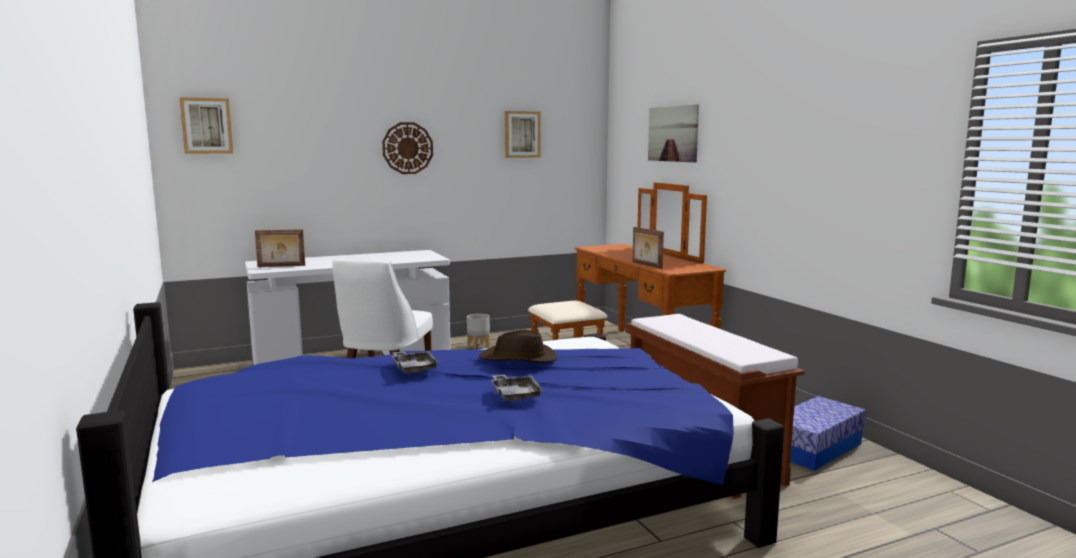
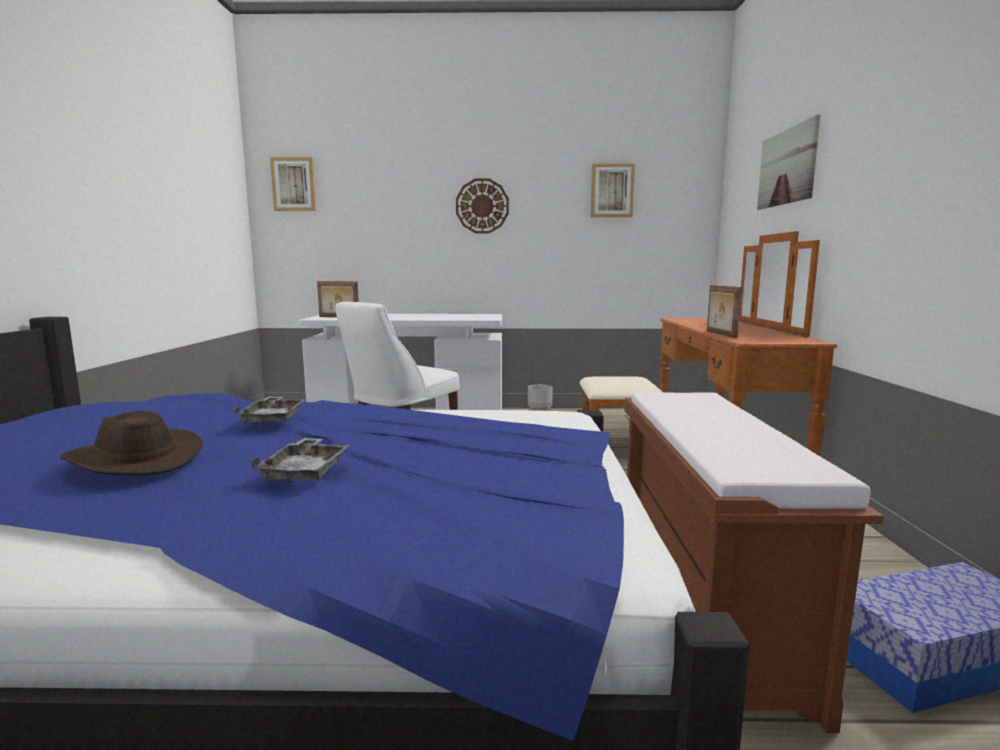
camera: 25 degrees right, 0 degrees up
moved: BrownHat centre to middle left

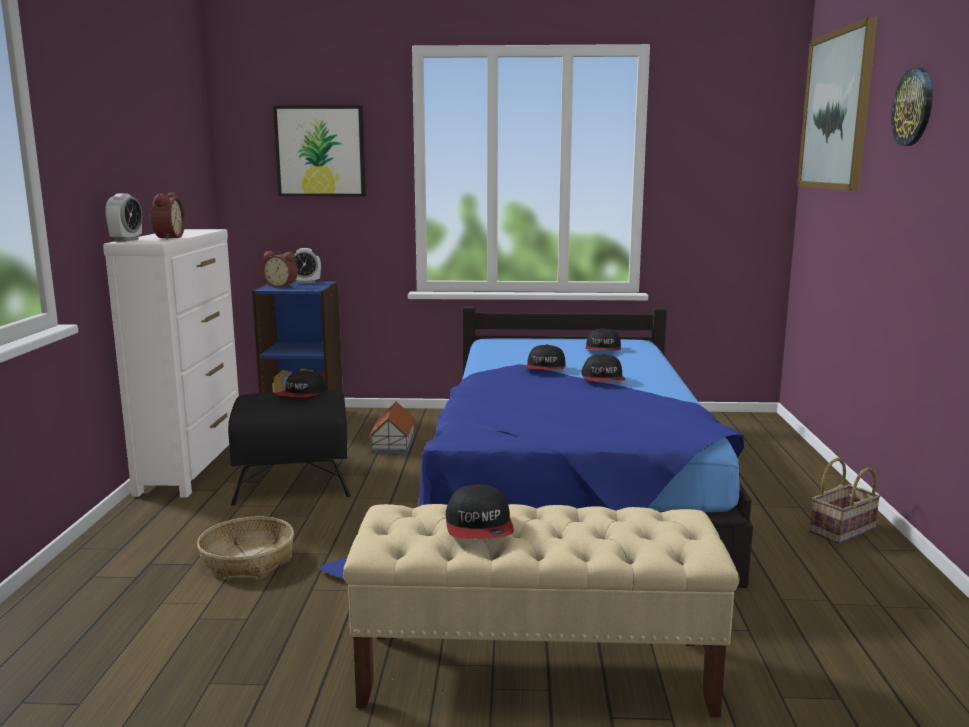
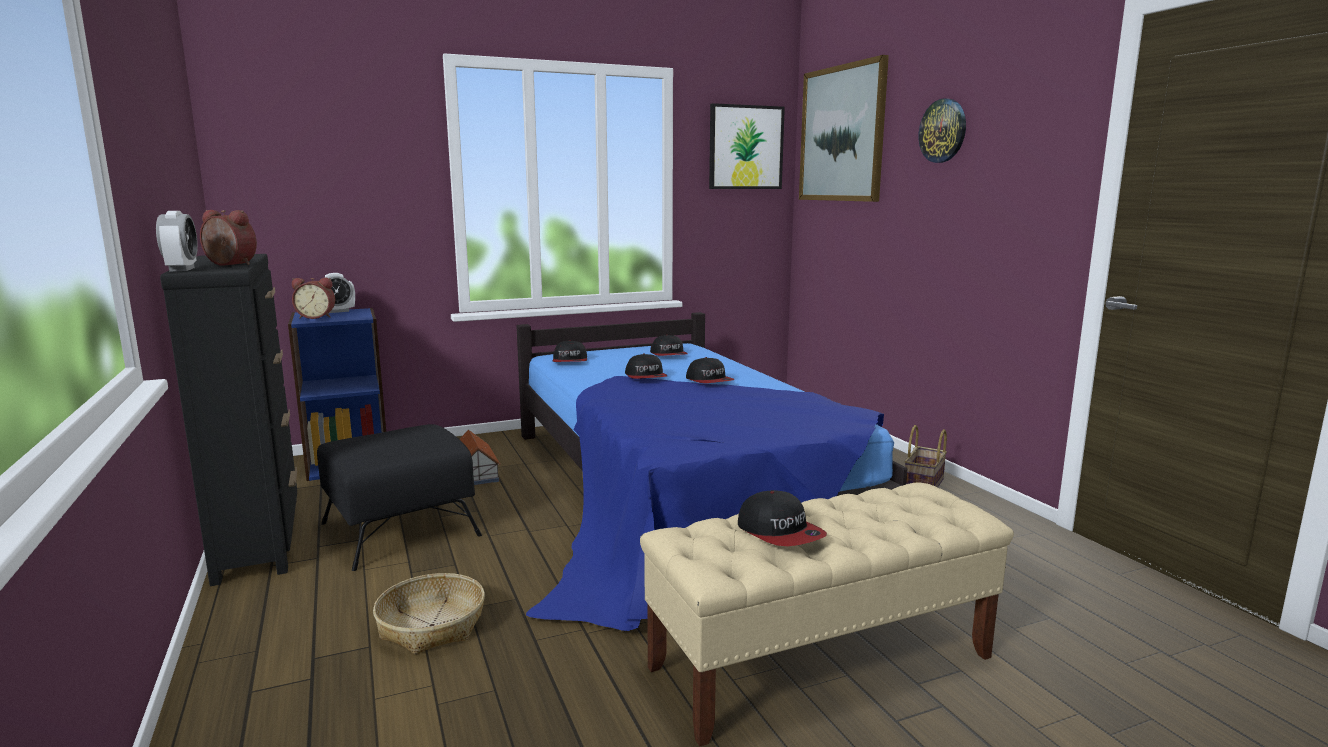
camera: 25 degrees left, 0 degrees up
moved: Cap (1st from left) middle left to centre; Picture (1st from left) top left to top centre
recoloured: WhiteDresser middle left to BlackDresser middle left
turned: AlarmClock (2nd from left) top left = top left 45 degrees counterclockwise

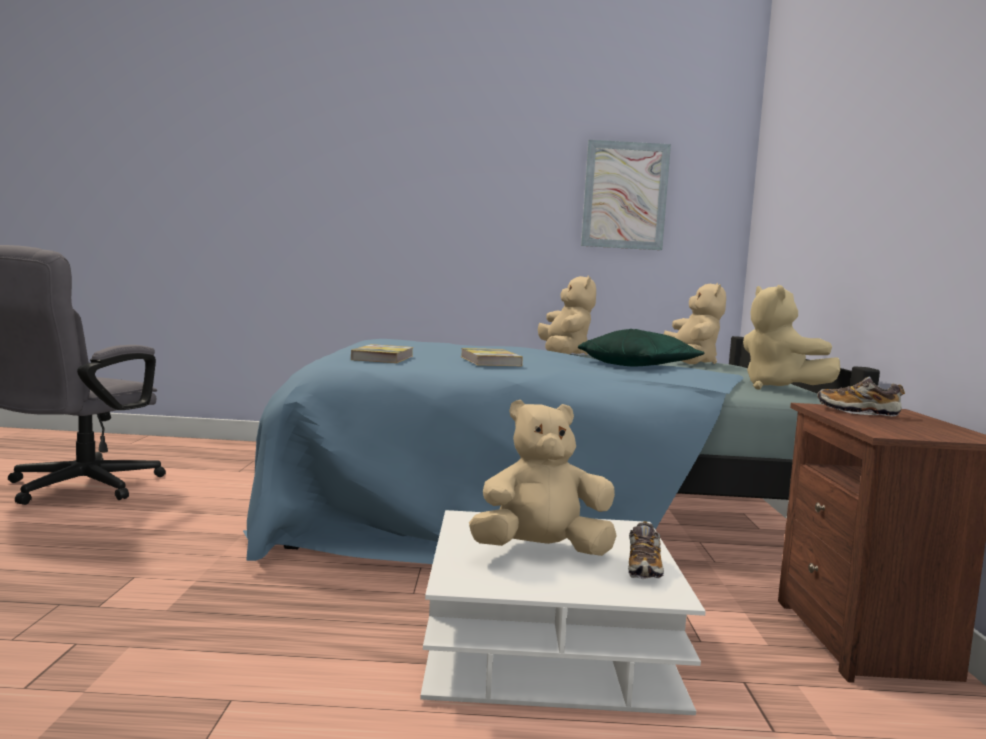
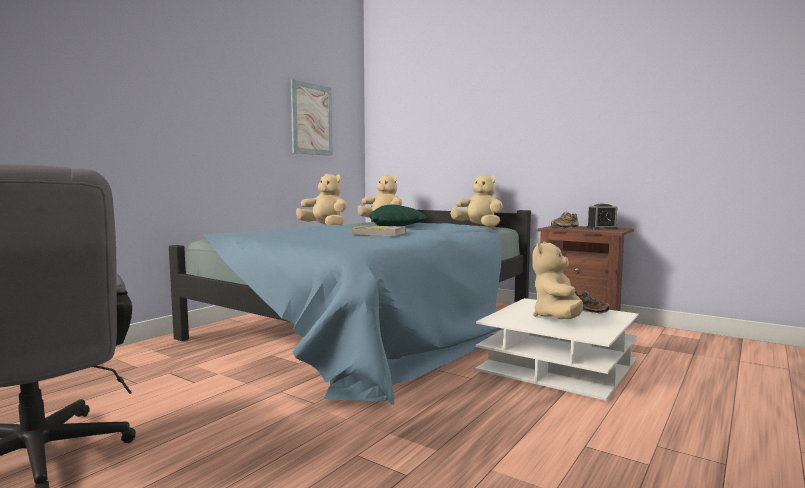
camera: 55 degrees left, 0 degrees up
removed: Book (1st from left) centre
added: AlarmClock middle right
turned: BeigePlushToy (4th from left in the first image) middle right = centre 150 degrees counterclockwise

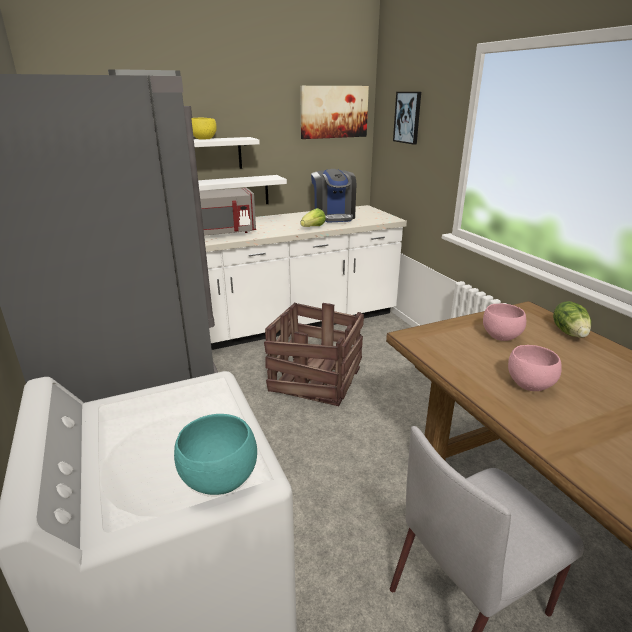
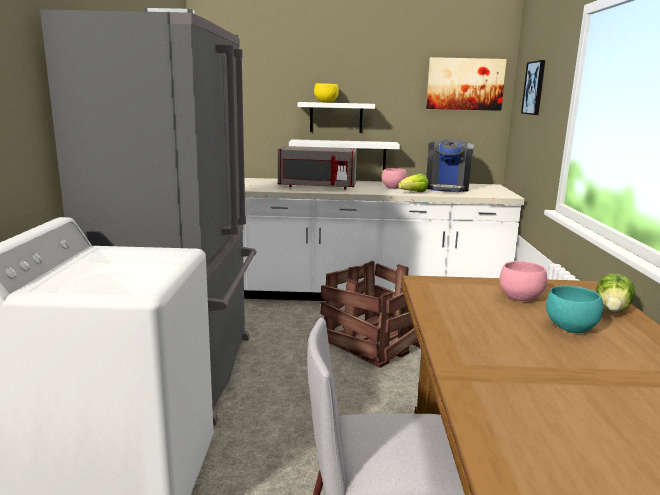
camera: 25 degrees right, 10 degrees down
moved: PinkBowl (2nd from left in the first image) middle right to PinkBowl (1st from left) centre; TurquoiseBowl bottom centre to middle right

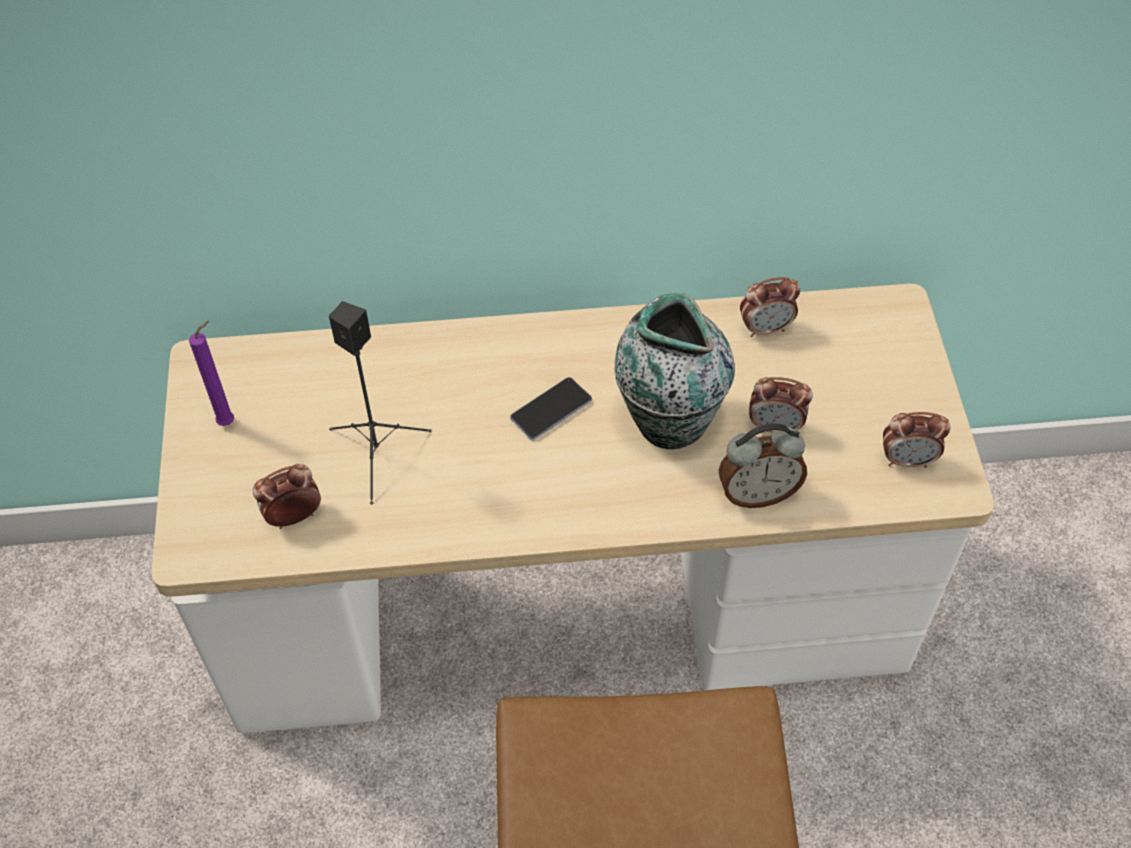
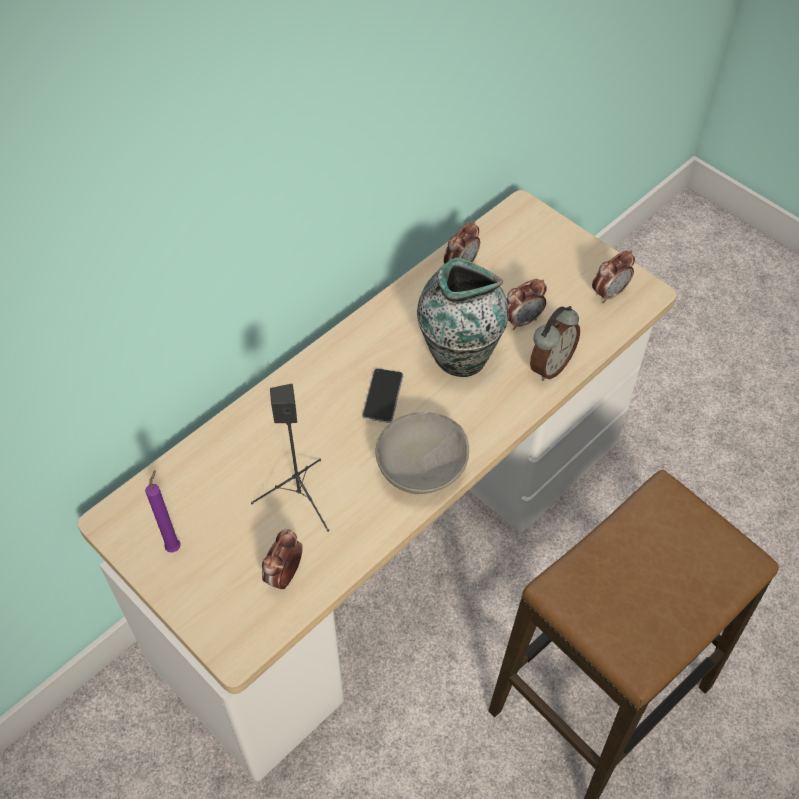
camera: 40 degrees left, 0 degrees up
added: GreyBowl centre

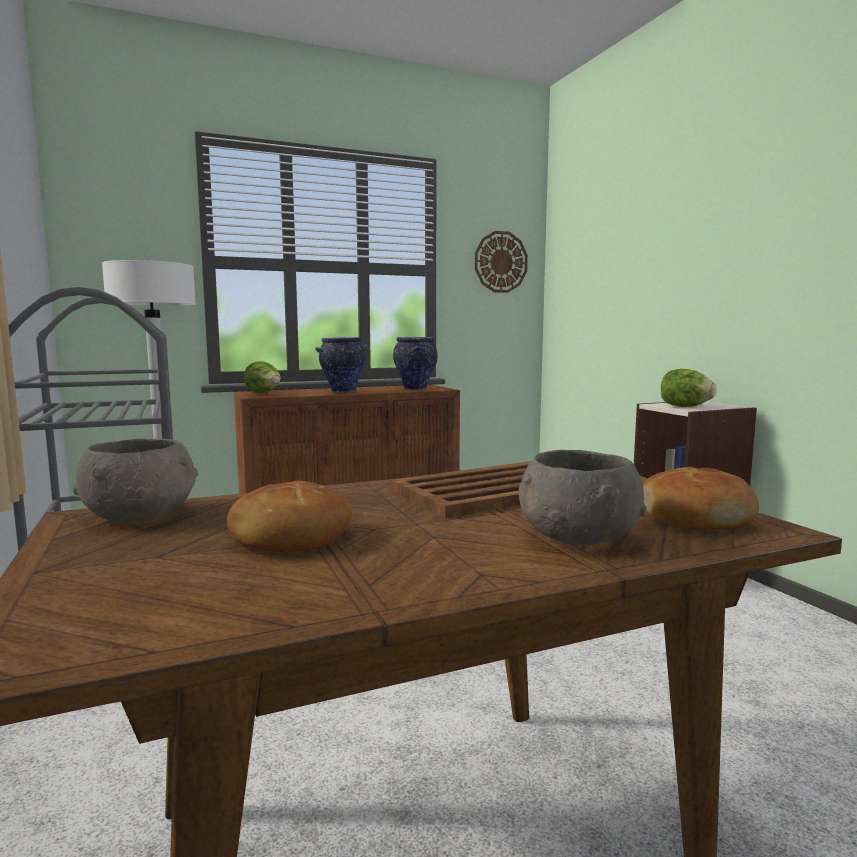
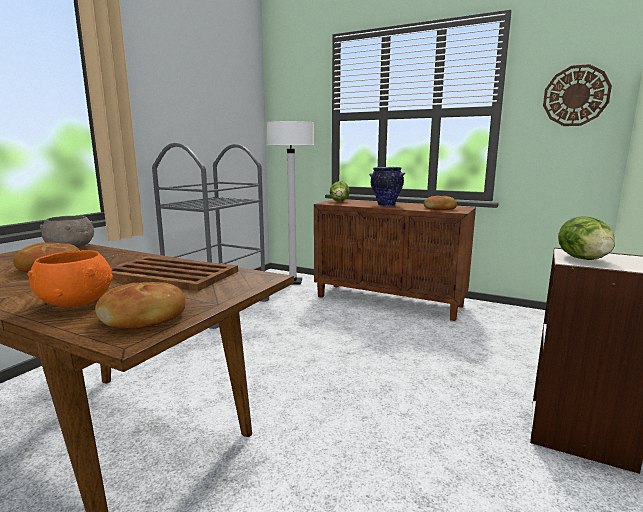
camera: 50 degrees right, 5 degrees up
replaced: Vase (2nd from left) centre to Bread (3rd from left) middle right
recoloured: GreyBowl (2nd from left) middle right to OrangeBowl middle left

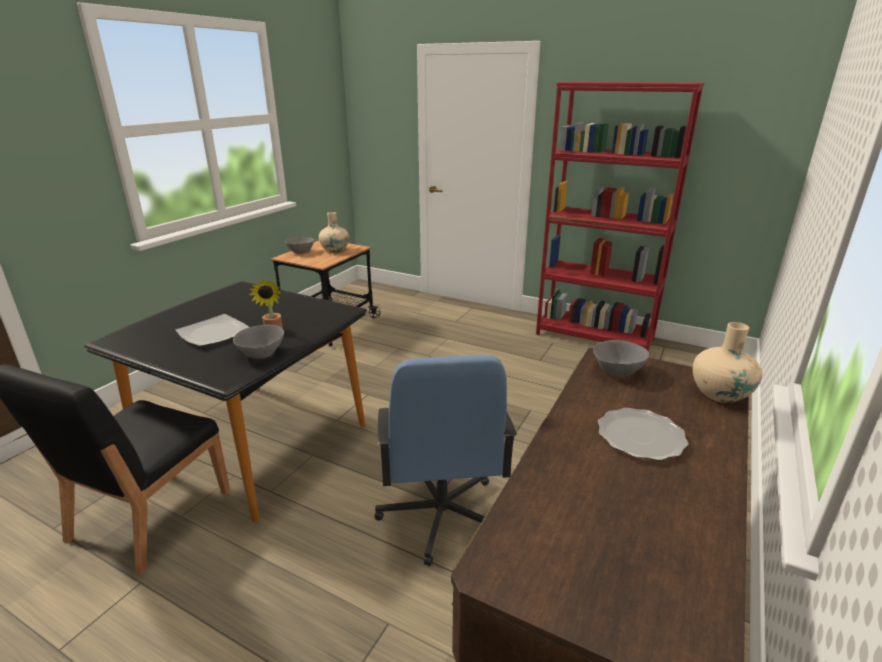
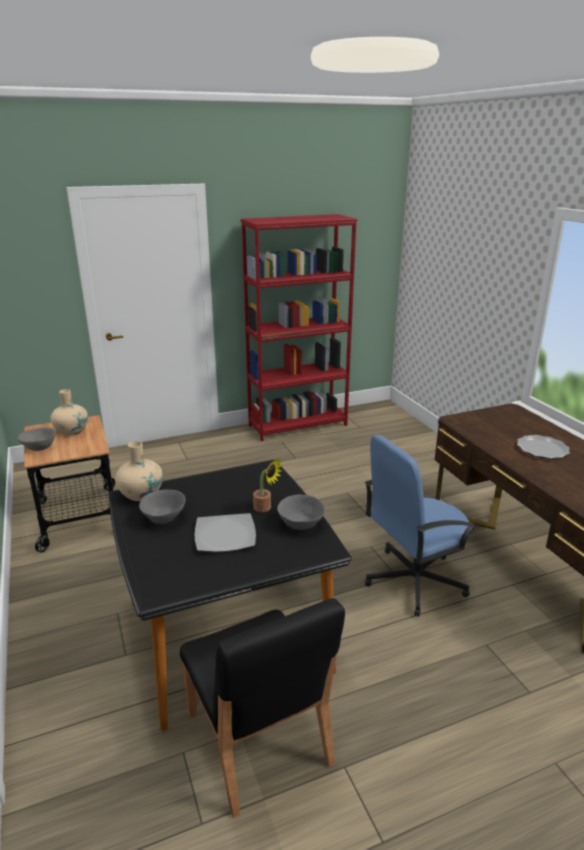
camera: 50 degrees left, 0 degrees up
moved: BeigeVase (2nd from left) middle right to middle left; GreyBowl (3rd from left in the first image) middle right to GreyBowl (2nd from left) middle left
turned: BlueOfficeChair bottom centre = middle right 120 degrees clockwise

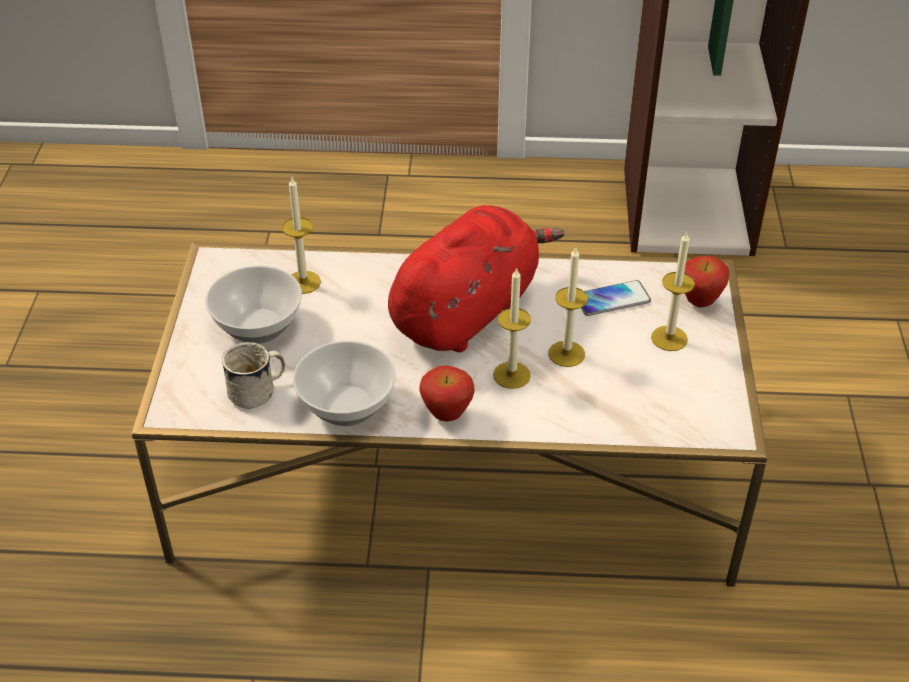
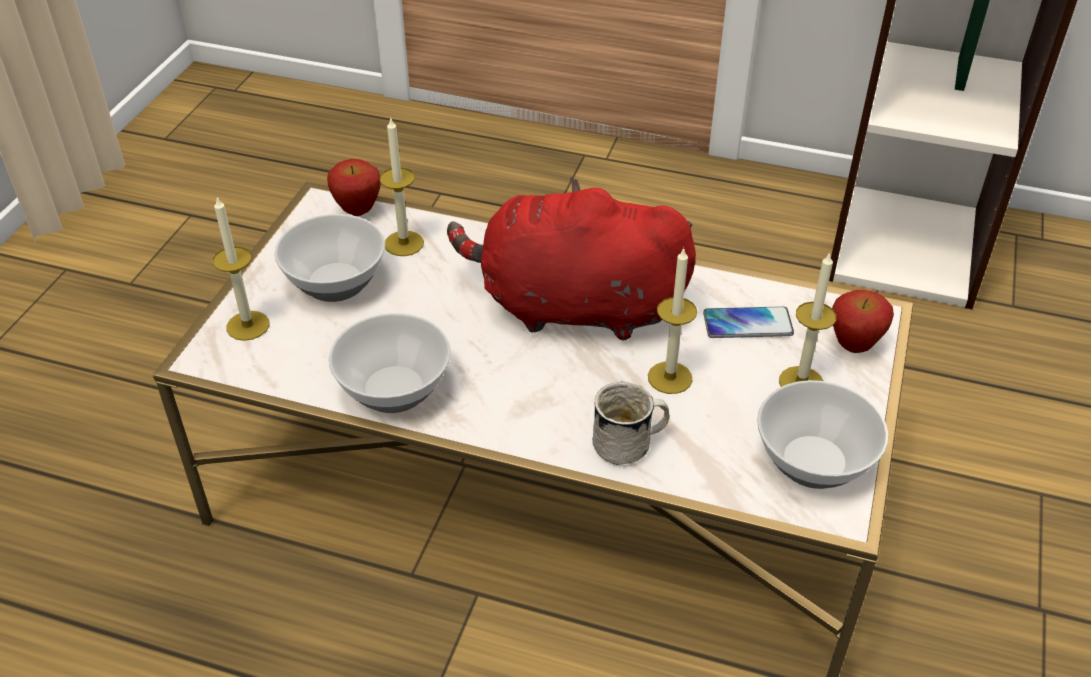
camera: 15 degrees right, 0 degrees up
added: Bowl (3rd from left) middle right
moved: Candle (2nd from left in the first image) centre to Candle (1st from left) middle left; Apple (1st from left) centre to top left; WhiteMug middle left to centre
turned: RedPlushToy centre = centre 135 degrees counterclockwise

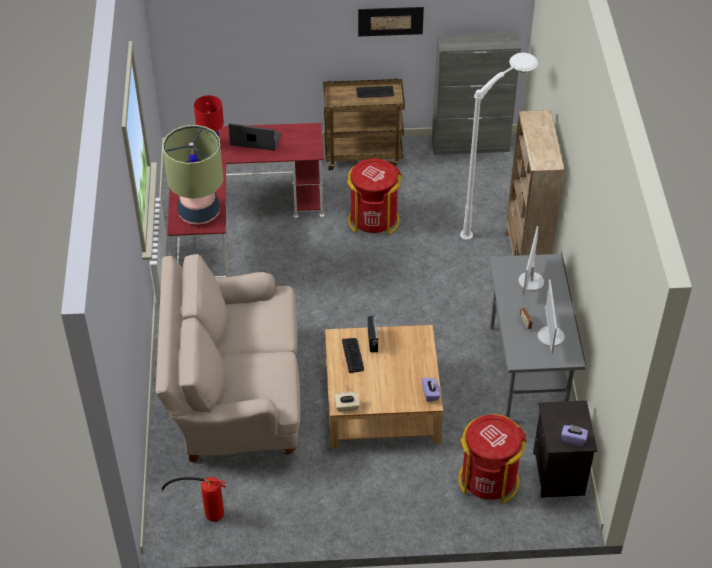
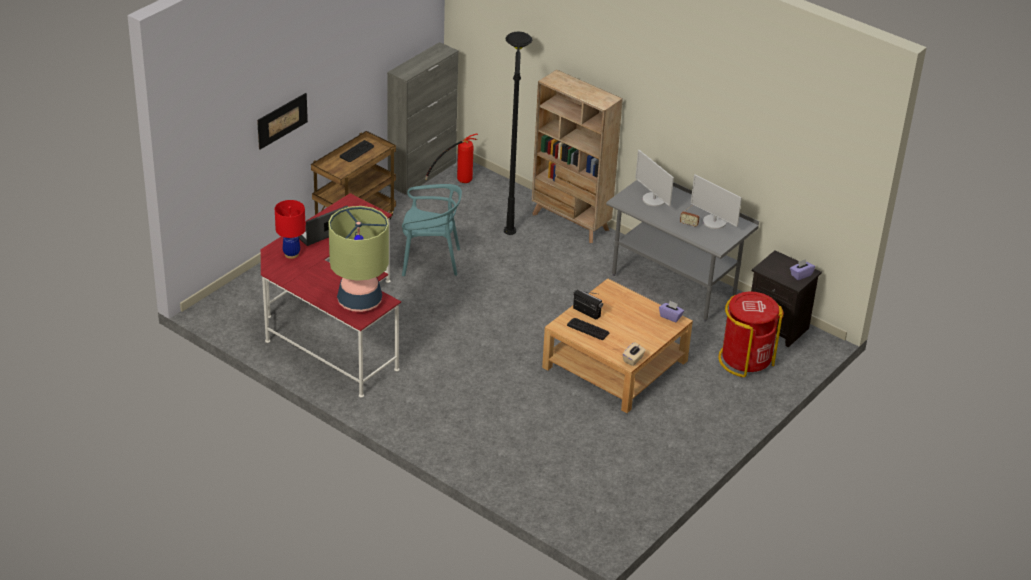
camera: 50 degrees left, 10 degrees down
removed: BeigeSofa middle left
moved: Picture top centre to top left; FireExtinguisher bottom left to top centre
replaced: RedTrashCan (1st from left) centre to TurquoiseChair centre
recoloured: WhiteFloorLamp top right to BlackFloorLamp top centre

